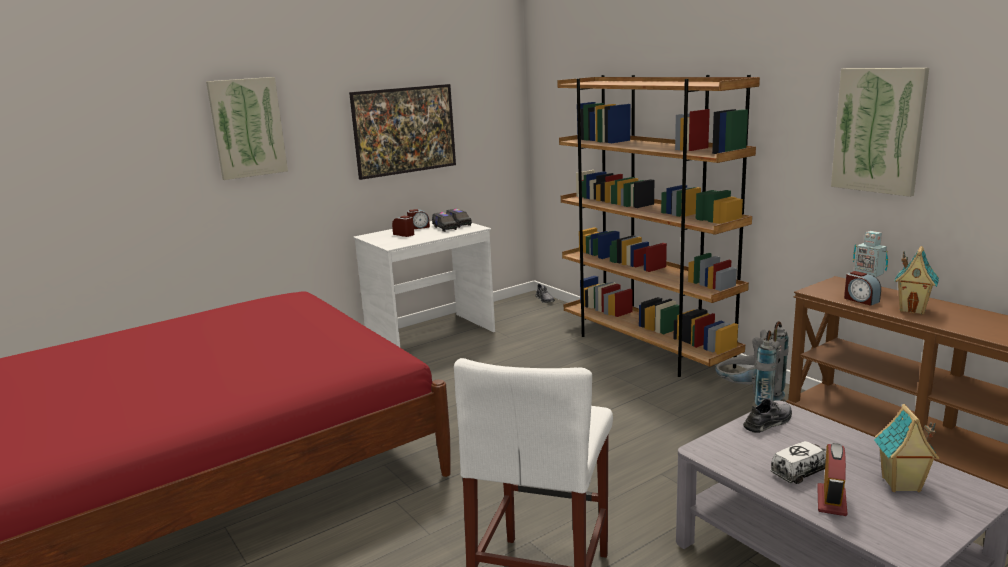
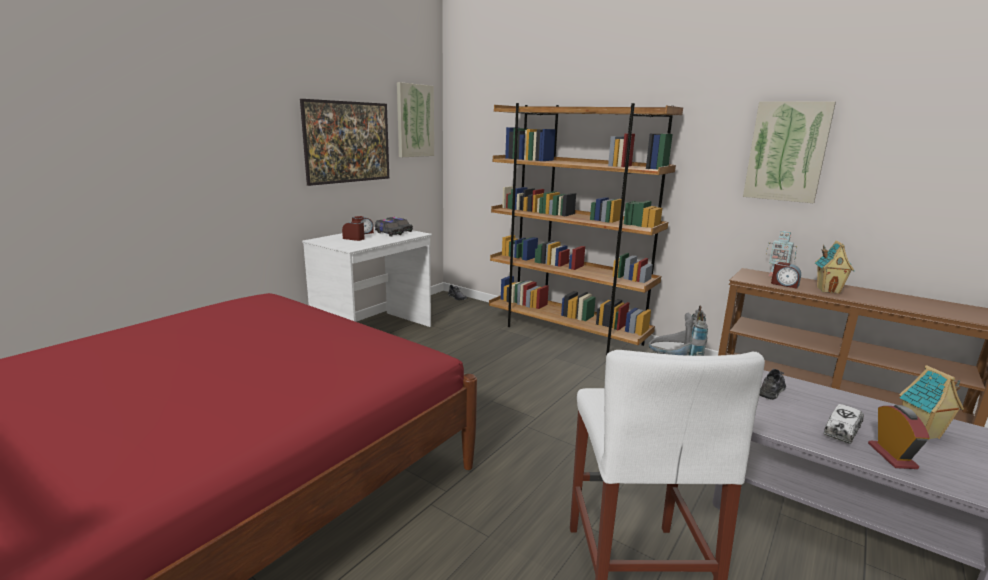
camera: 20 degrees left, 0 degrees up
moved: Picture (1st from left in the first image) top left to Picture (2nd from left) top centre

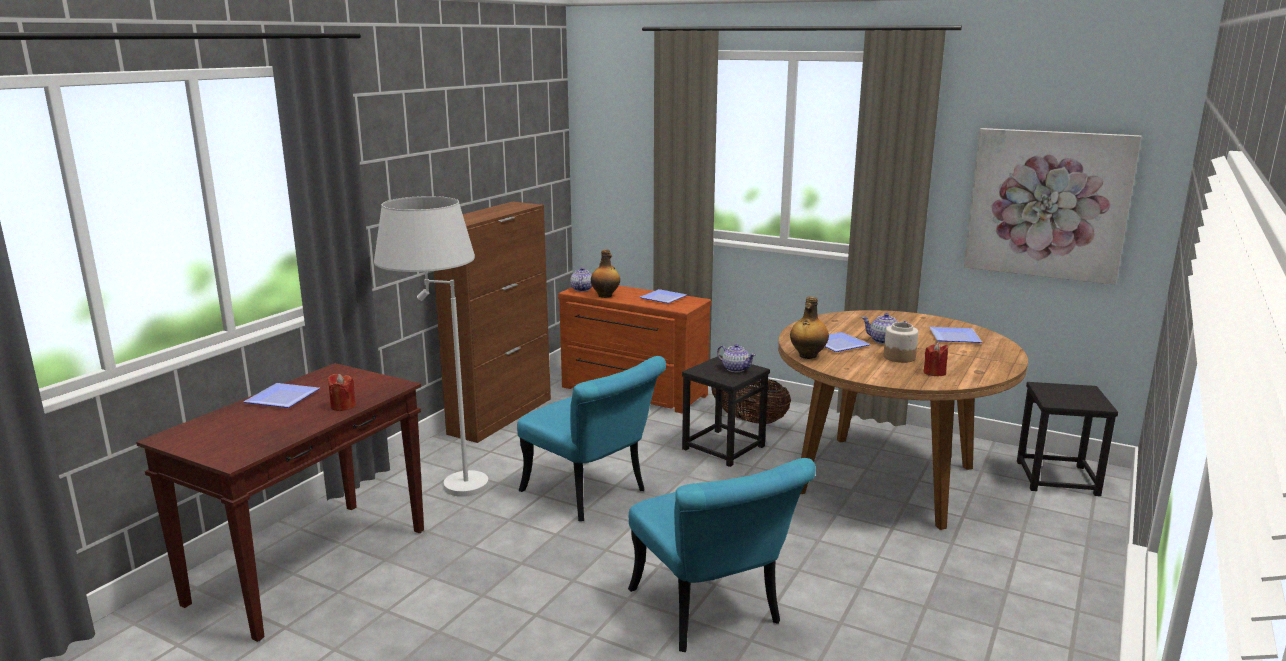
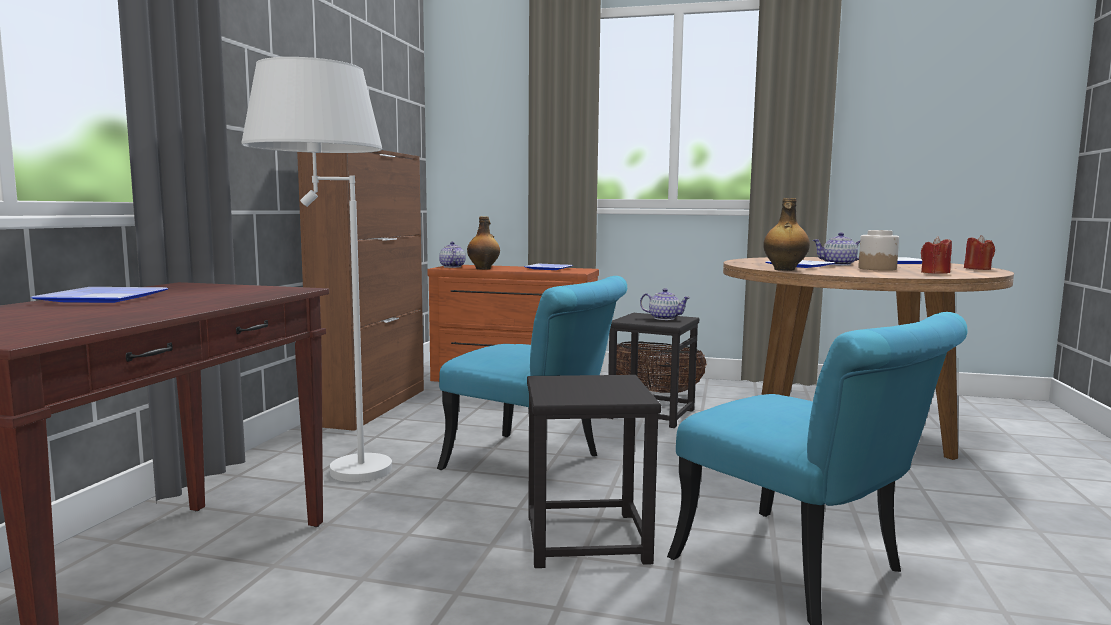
camera: 15 degrees left, 10 degrees down
removed: Picture top right
moved: BlackStool (2nd from left in the first image) middle right to BlackStool (1st from left) bottom centre; RedCandle (1st from left in the first image) middle left to RedCandle (2nd from left) middle right

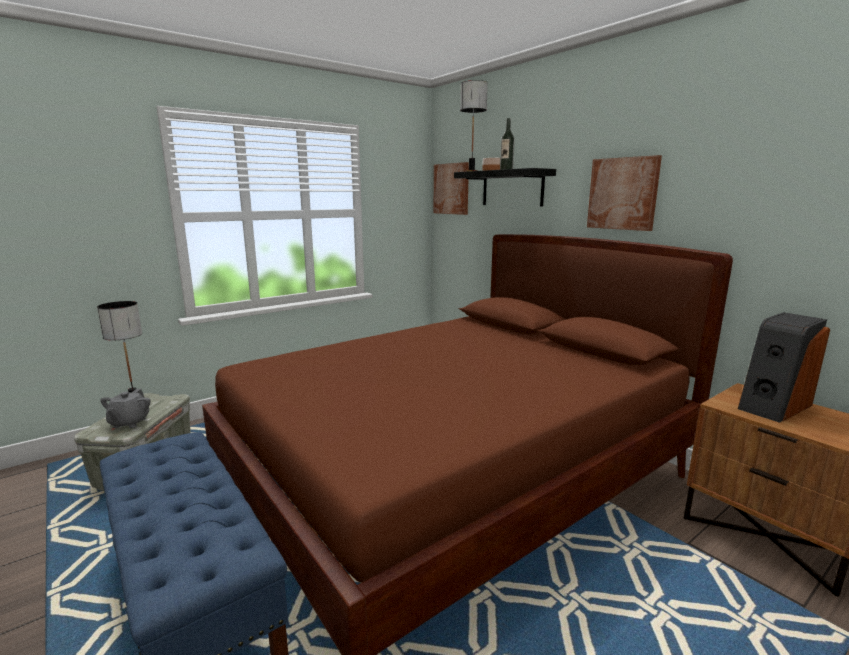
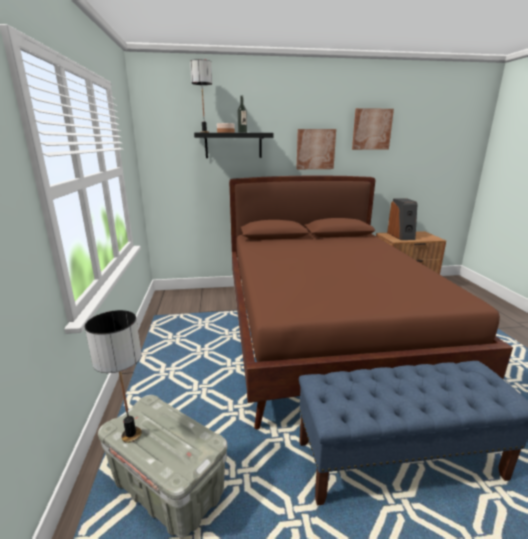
camera: 60 degrees left, 5 degrees up
removed: GreyTeapot middle left
moved: Picture (1st from left in the first image) top centre to Picture (2nd from left) top right

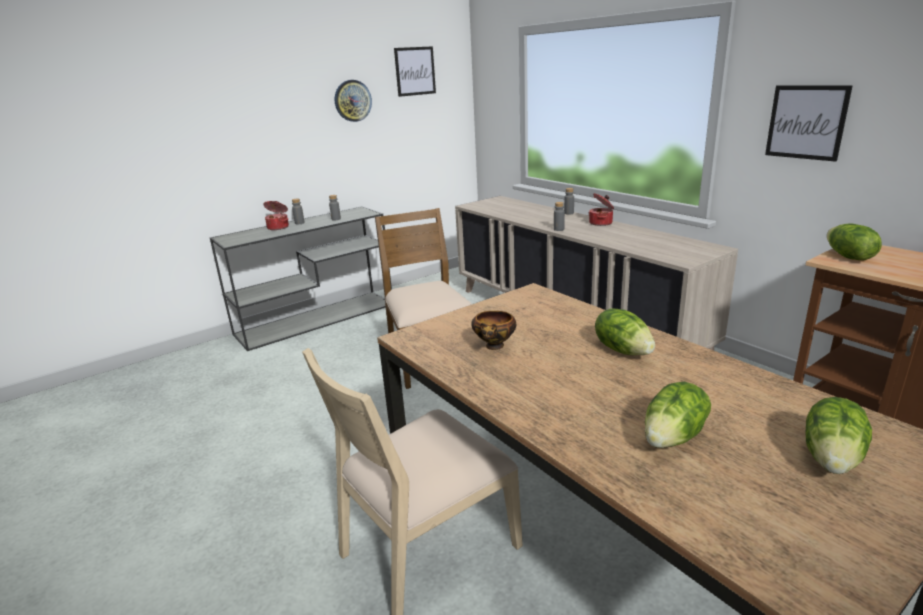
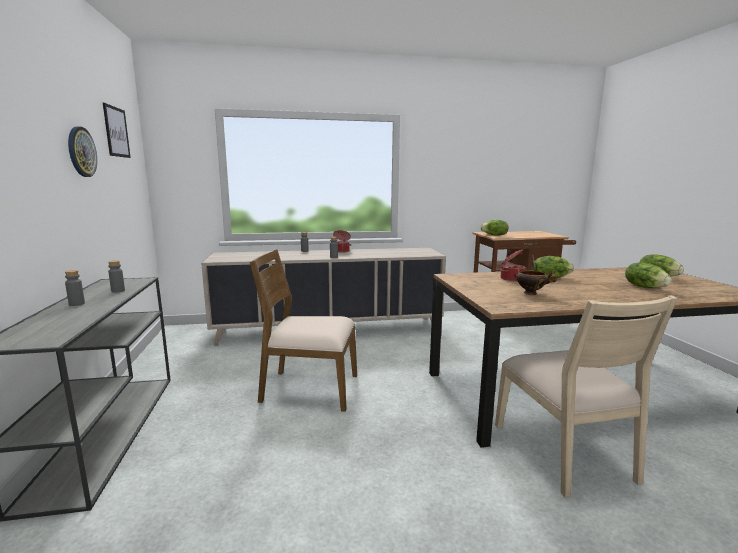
camera: 65 degrees left, 10 degrees down
removed: Picture (2nd from left) top right
moved: CookingPot (1st from left in the first image) middle left to CookingPot (2nd from left) middle right

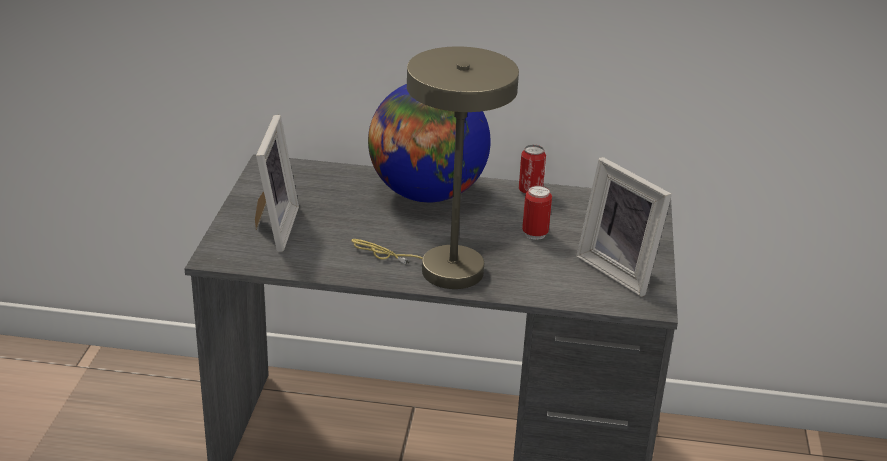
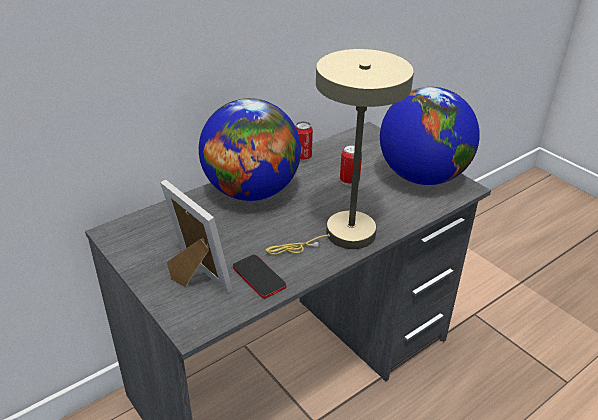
camera: 45 degrees left, 5 degrees up
added: Phone centre
replaced: PictureFrame (2nd from left) middle right to Globe (2nd from left) top right

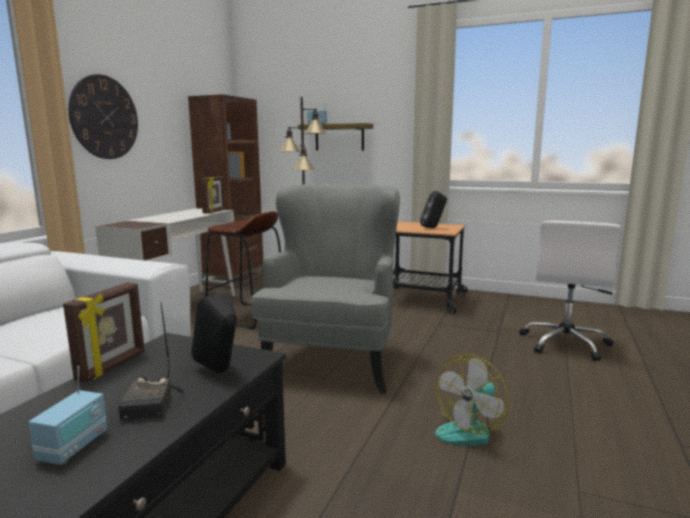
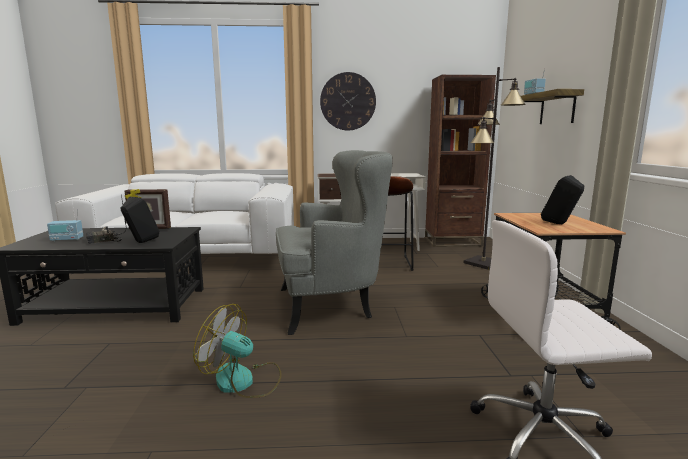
camera: 65 degrees right, 0 degrees up
removed: PictureFrame (2nd from left) middle left

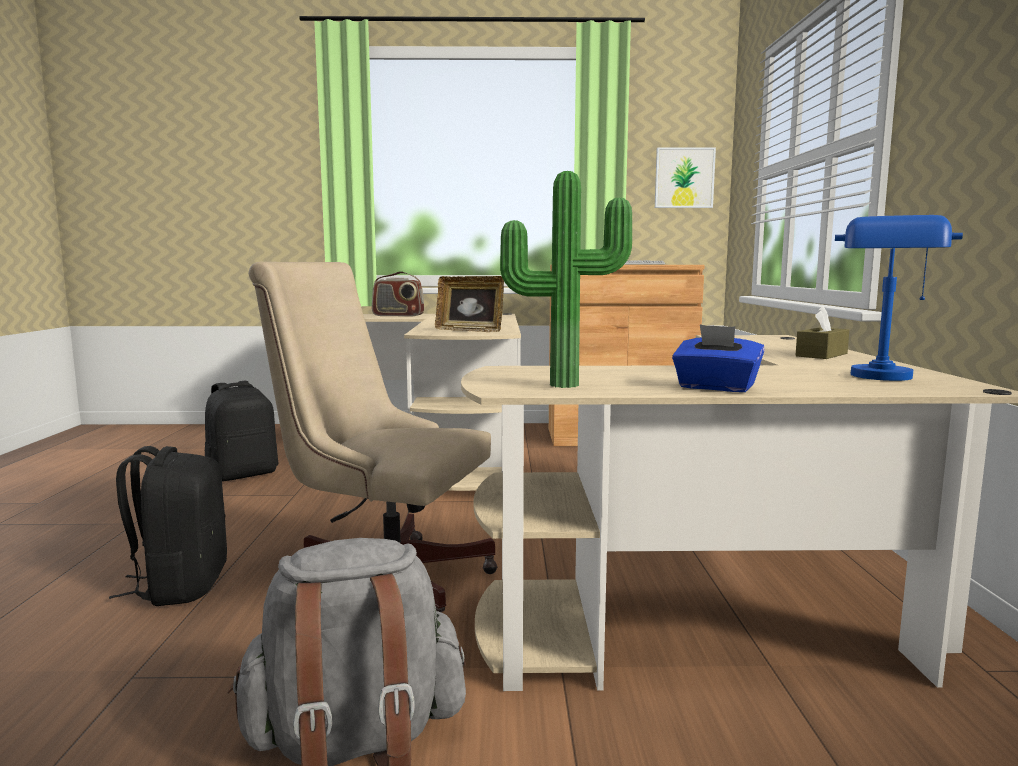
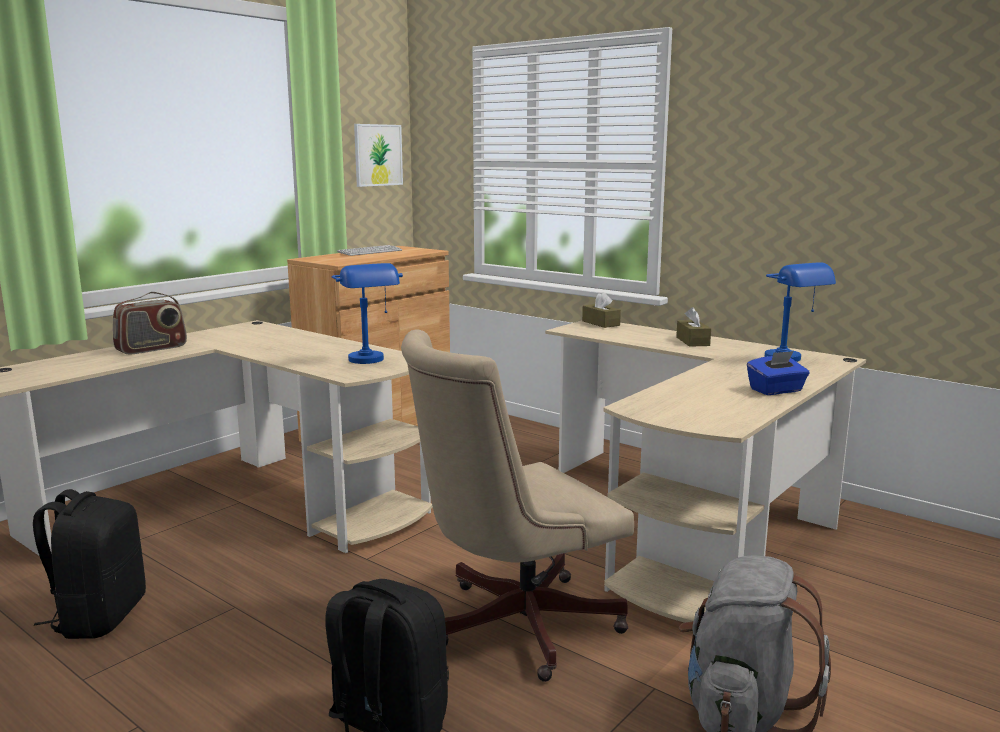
camera: 50 degrees left, 5 degrees up
removed: PottedPlant centre
added: BrownTissueBox (1st from left) centre
replaced: PictureFrame centre to BlueTableLamp (1st from left) centre

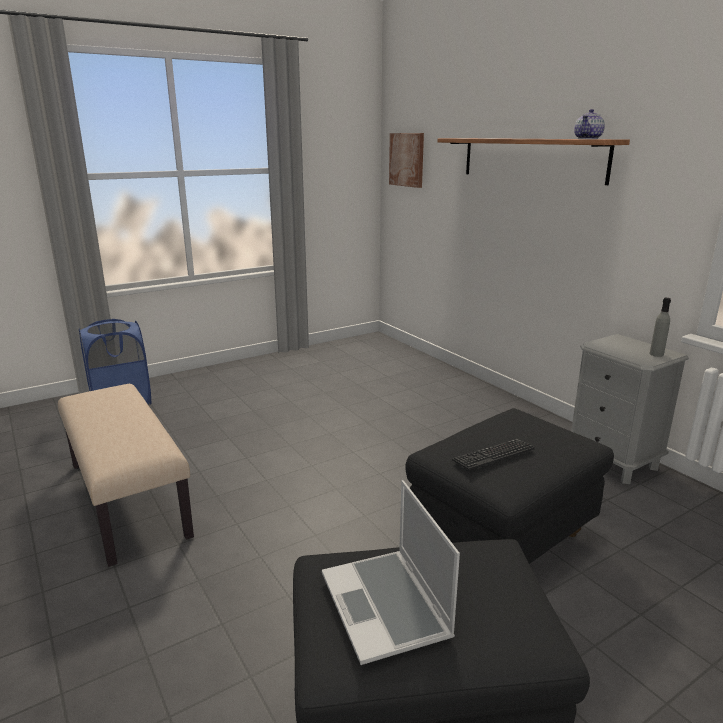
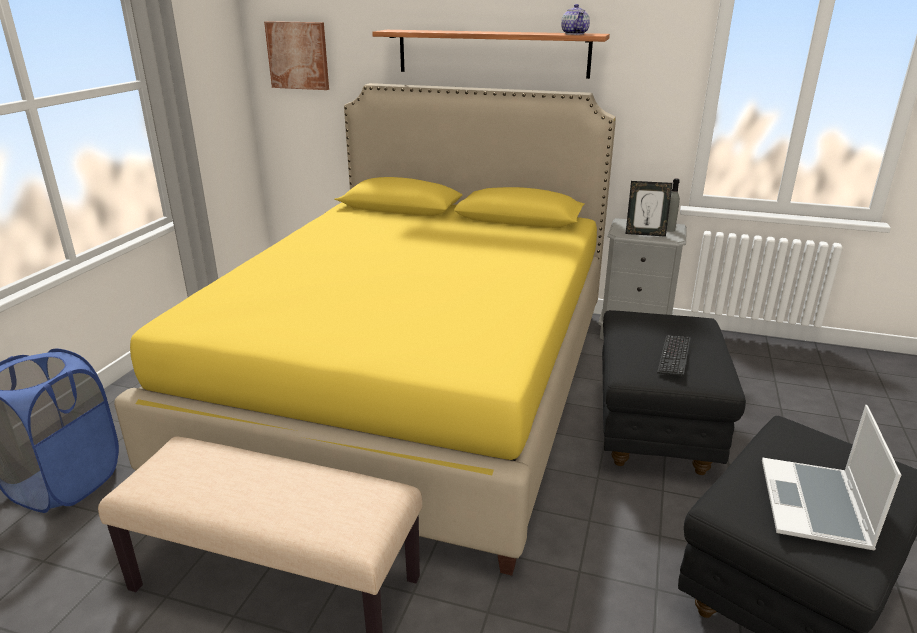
camera: 40 degrees left, 5 degrees up
added: YellowBed centre; PictureFrame top right
turned: Laptop bottom centre = bottom right 75 degrees clockwise

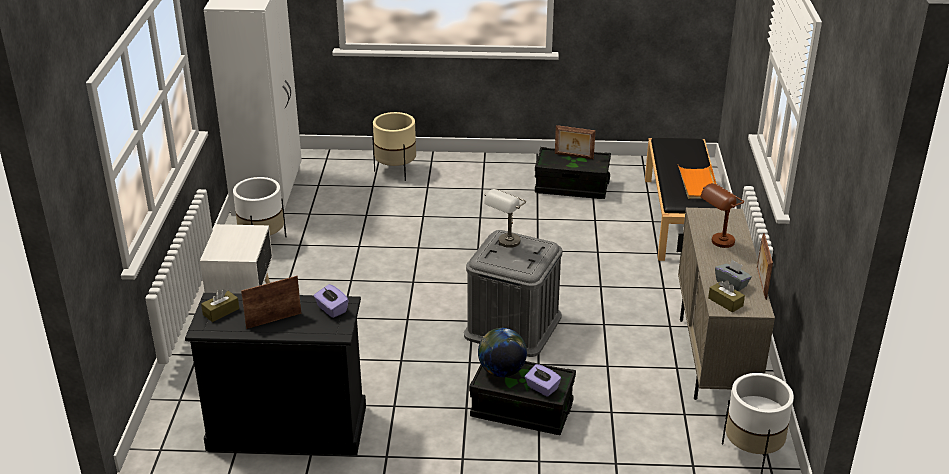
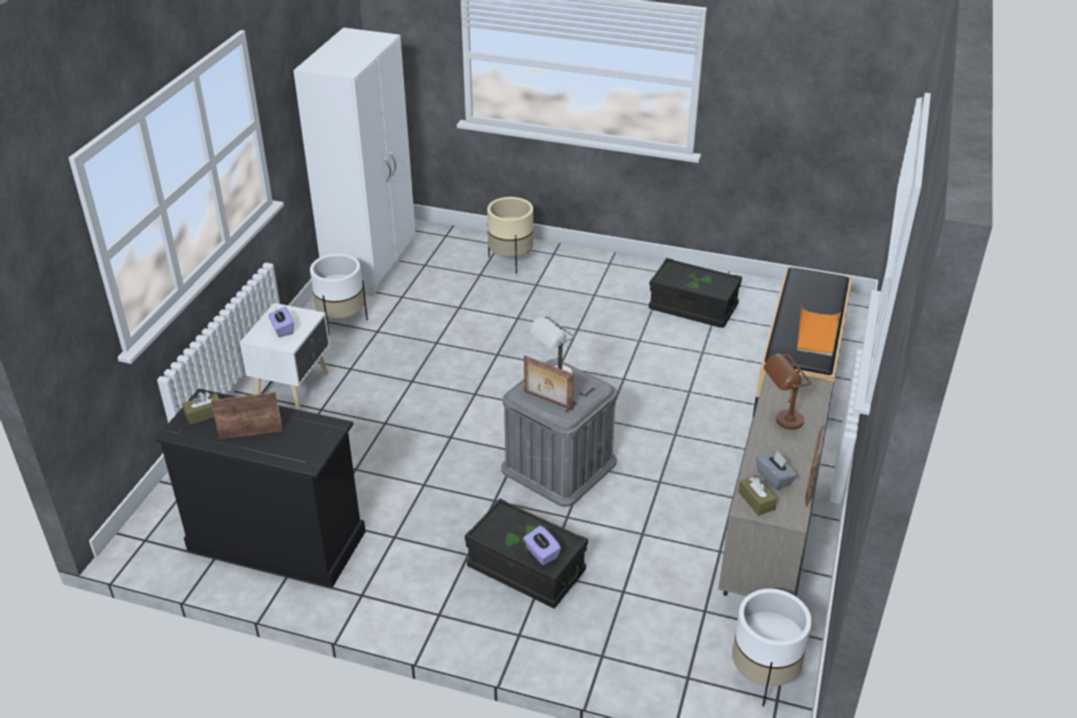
camera: 15 degrees right, 5 degrees up
removed: Globe bottom centre
moved: PurpleTissueBox (1st from left) centre to middle left; PictureFrame (2nd from left) top centre to centre

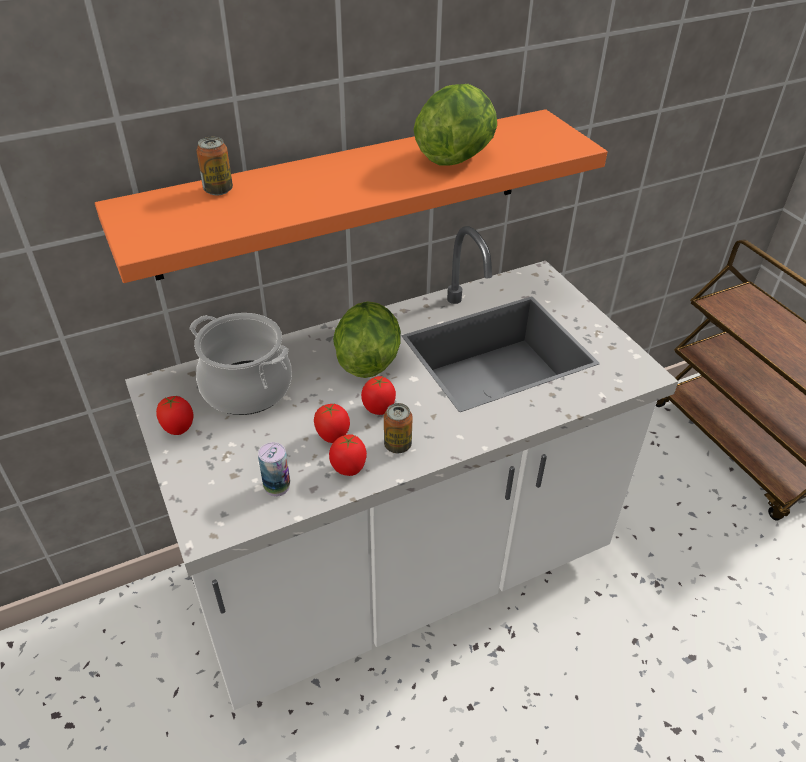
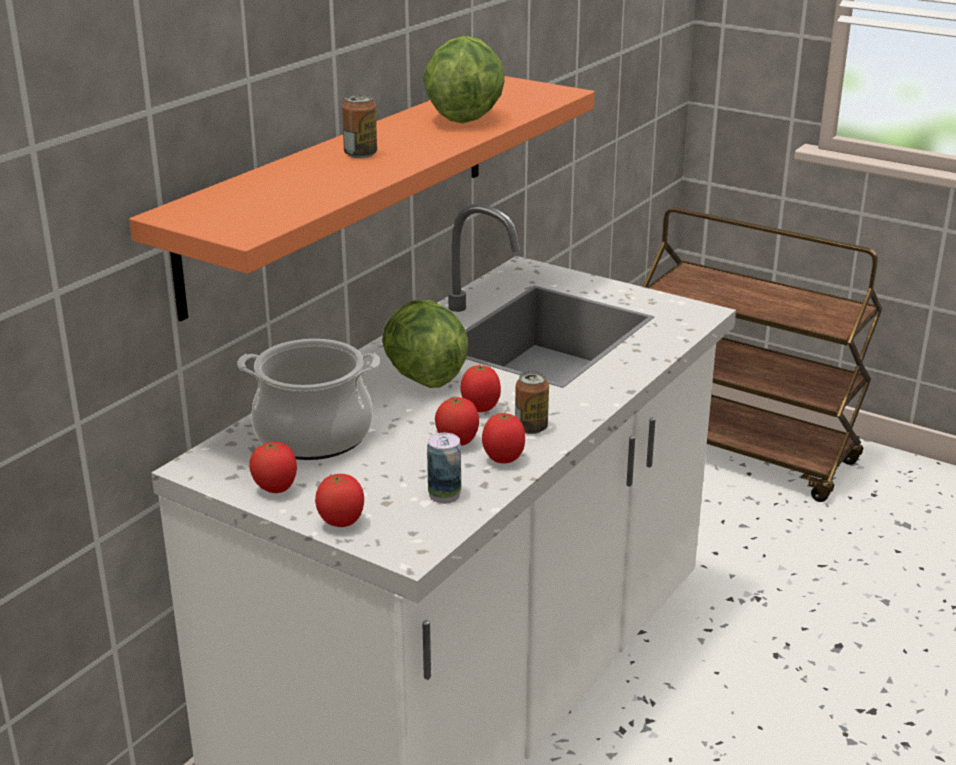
camera: 30 degrees left, 15 degrees down
added: Tomato (2nd from left) centre
moved: Can (1st from left) top left to top centre

